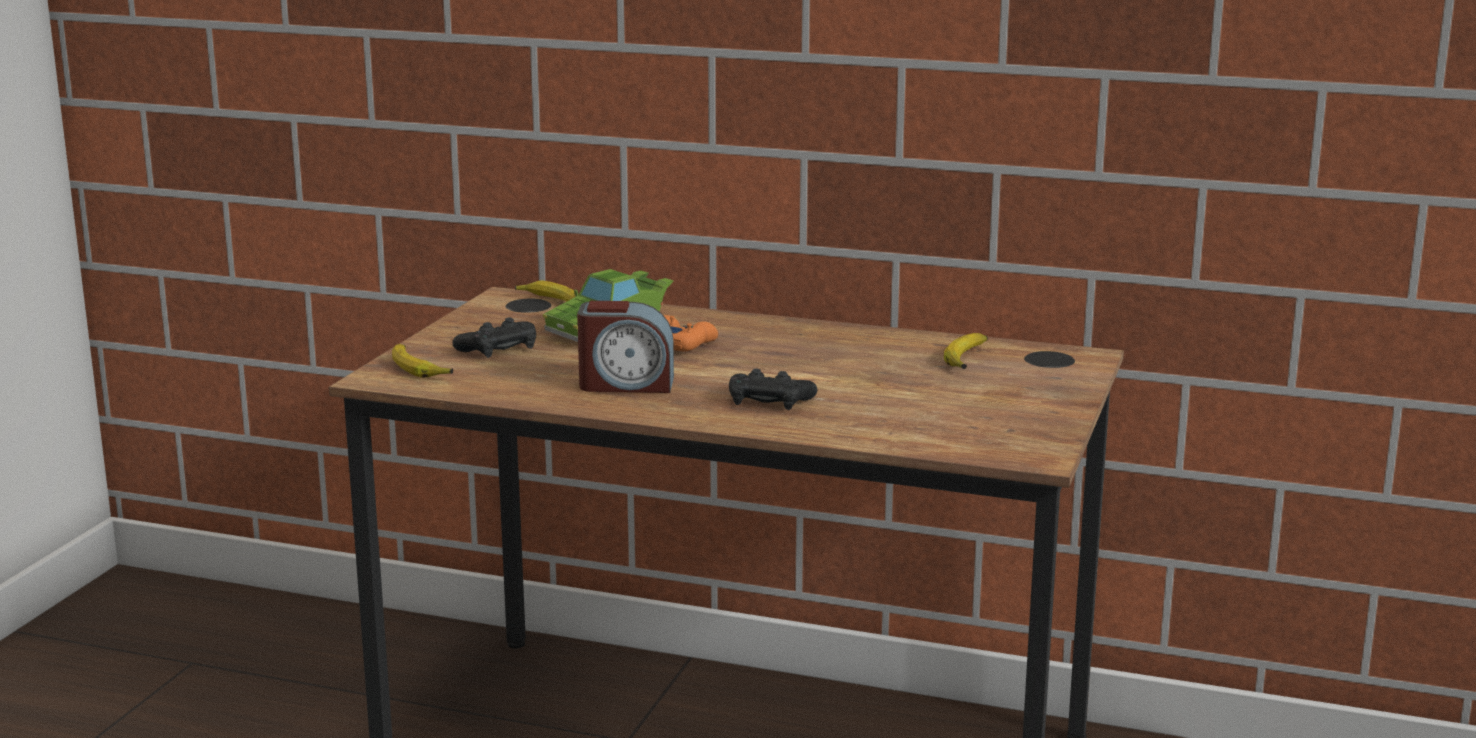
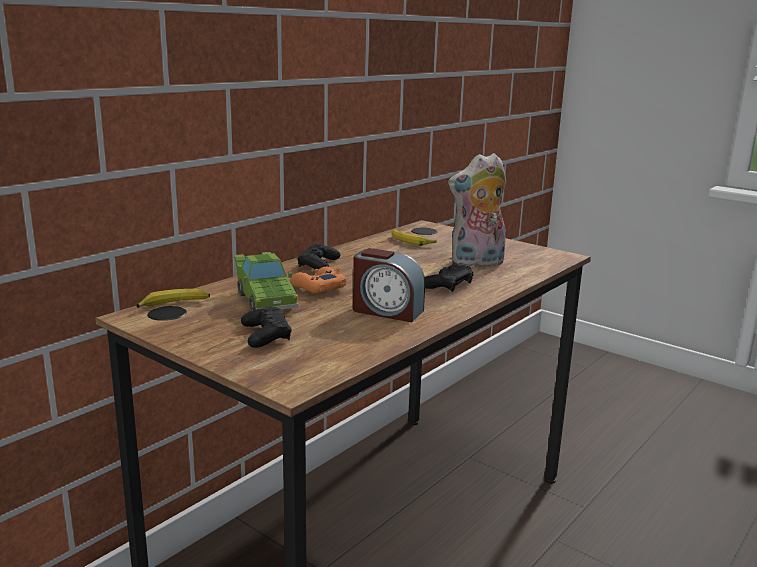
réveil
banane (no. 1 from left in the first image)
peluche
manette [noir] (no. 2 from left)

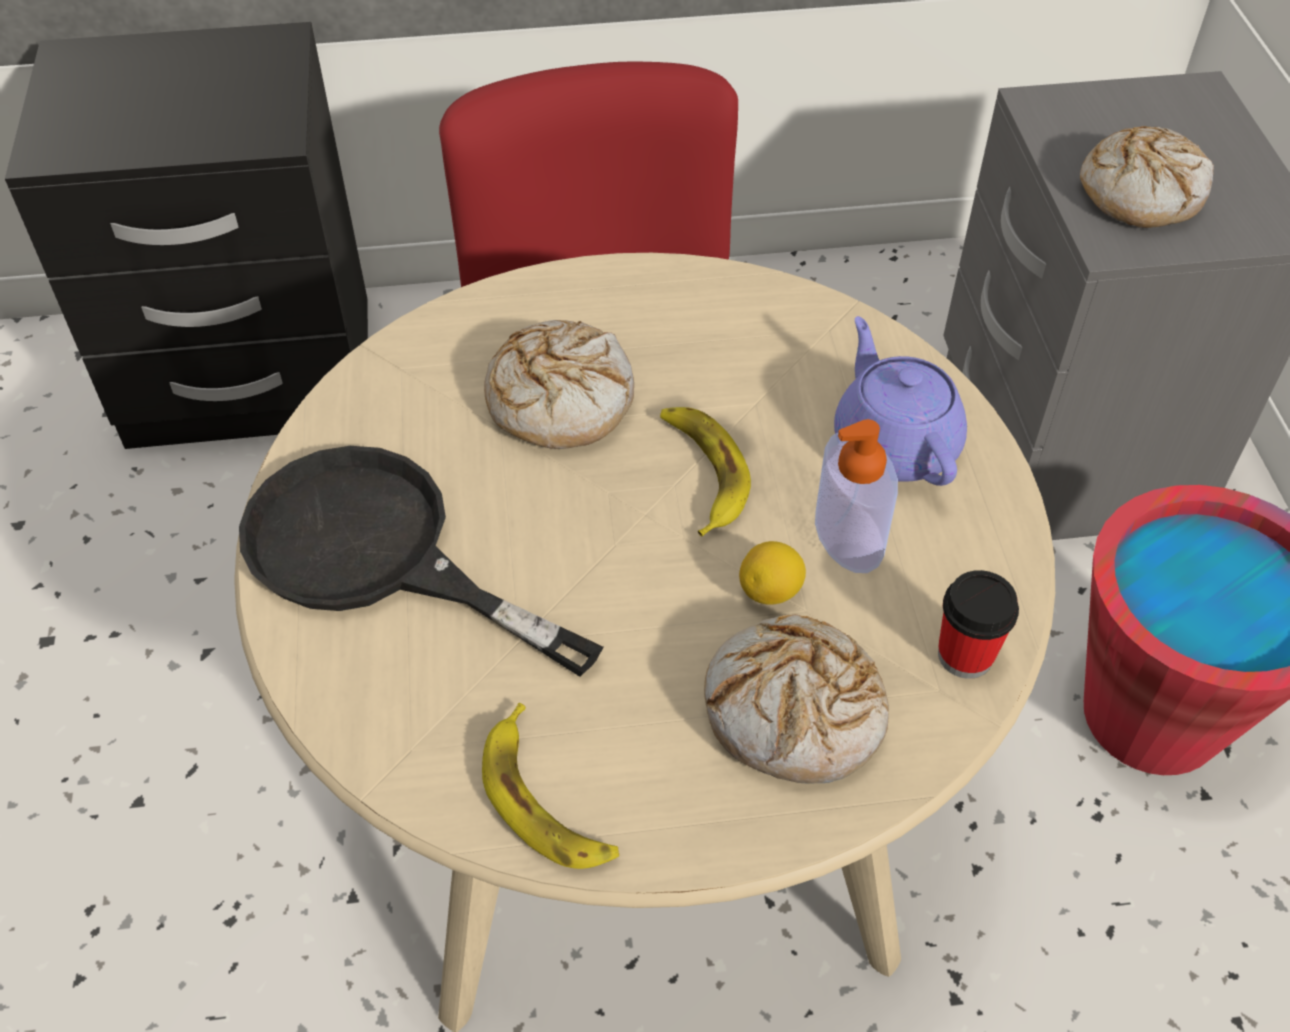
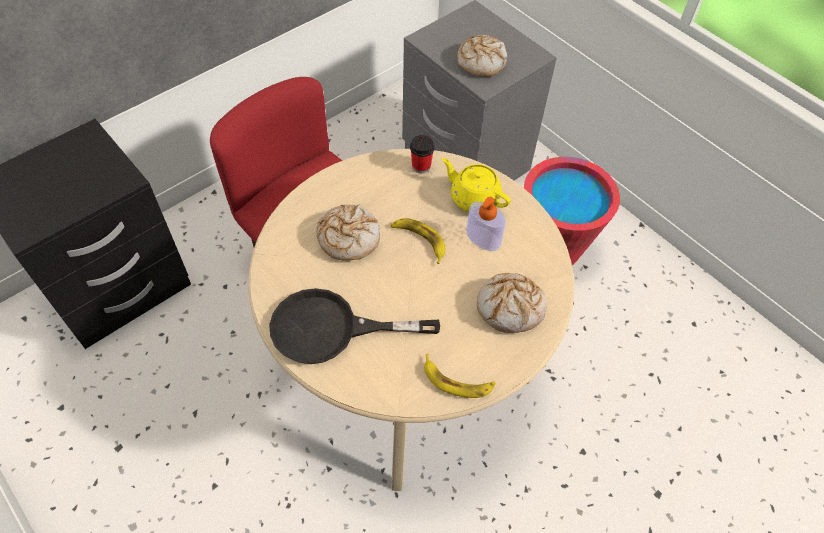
théière [jaune]
citron
tasse

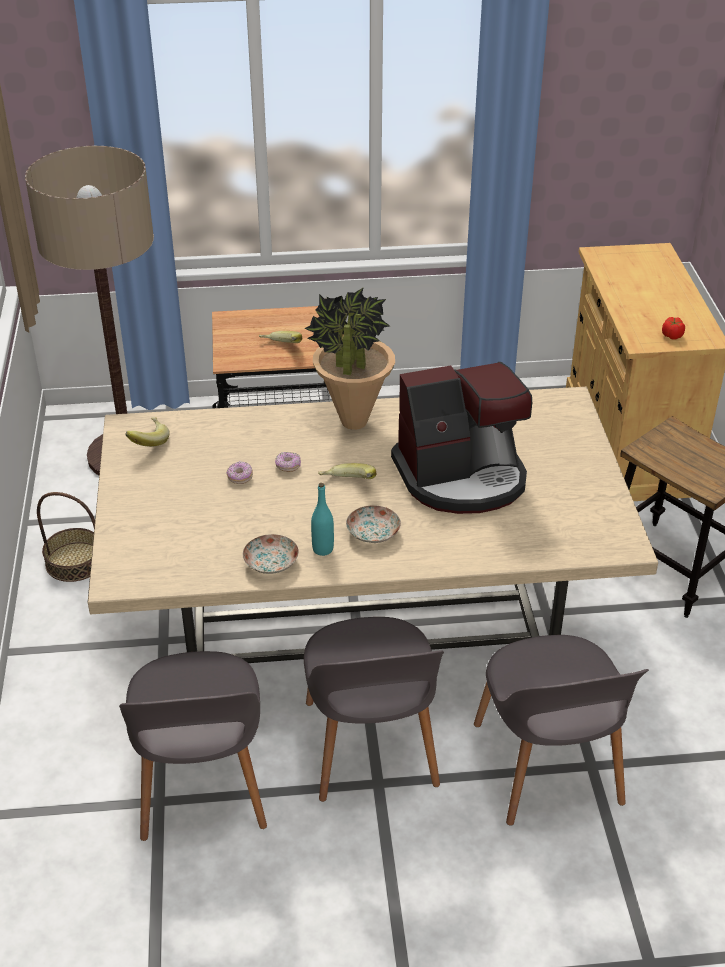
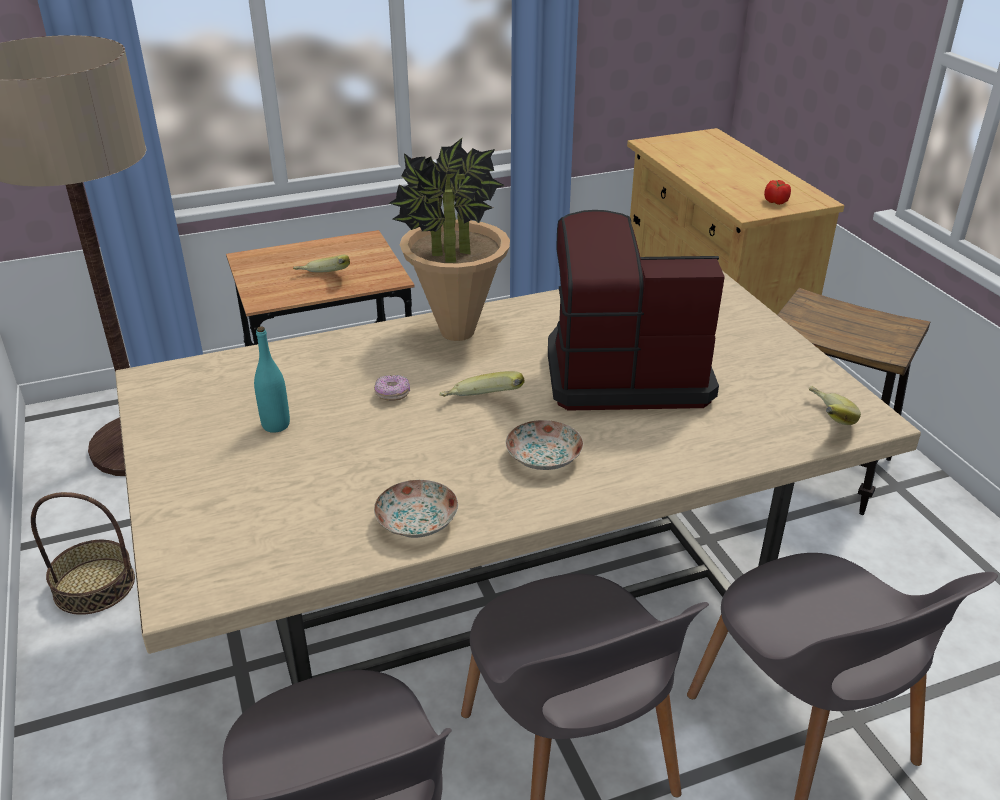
machine à café
banane (no. 3 from left)
beignet (no. 1 from left in the first image)
bouteille [turquoise]

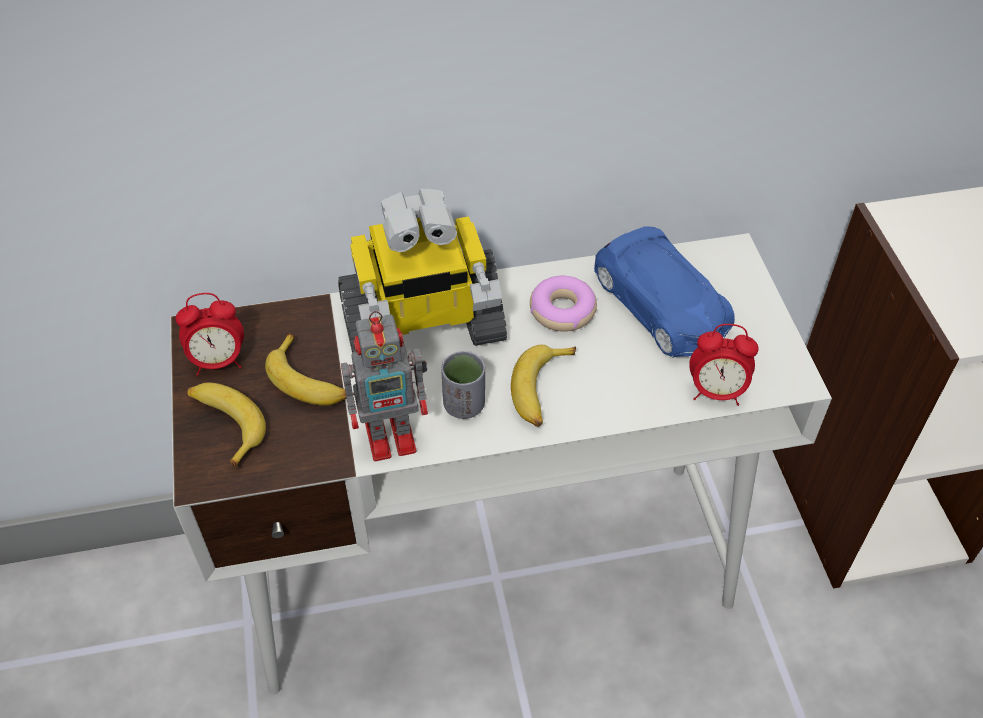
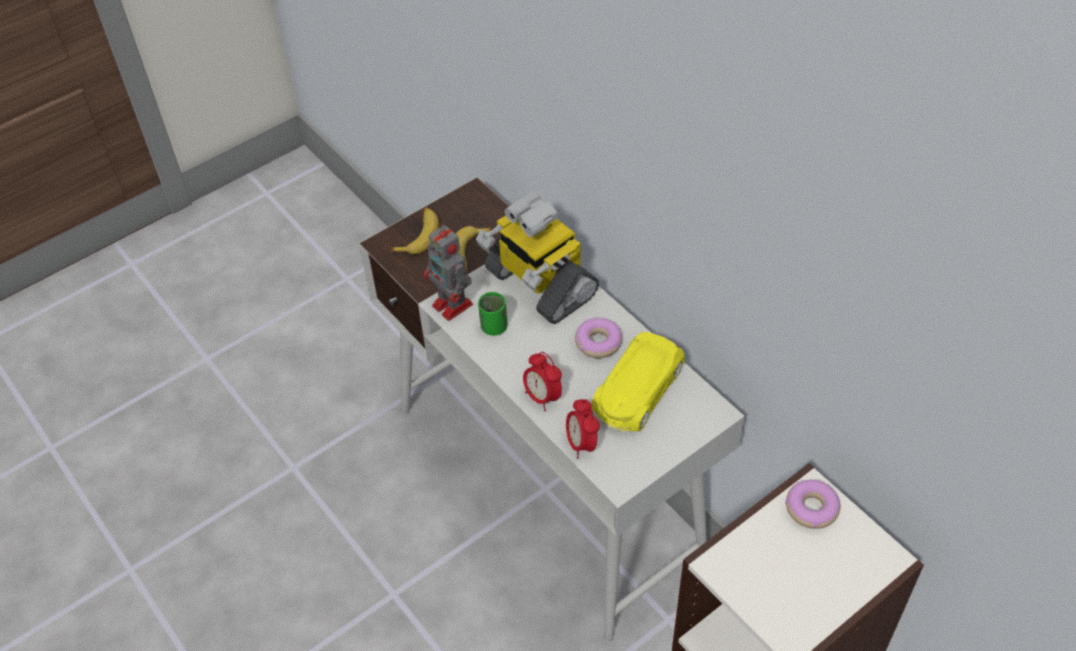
petite voiture [jaune]
réveil (no. 1 from left)
banane (no. 3 from left in the first image)
tasse [vert]
beignet (no. 2 from left)

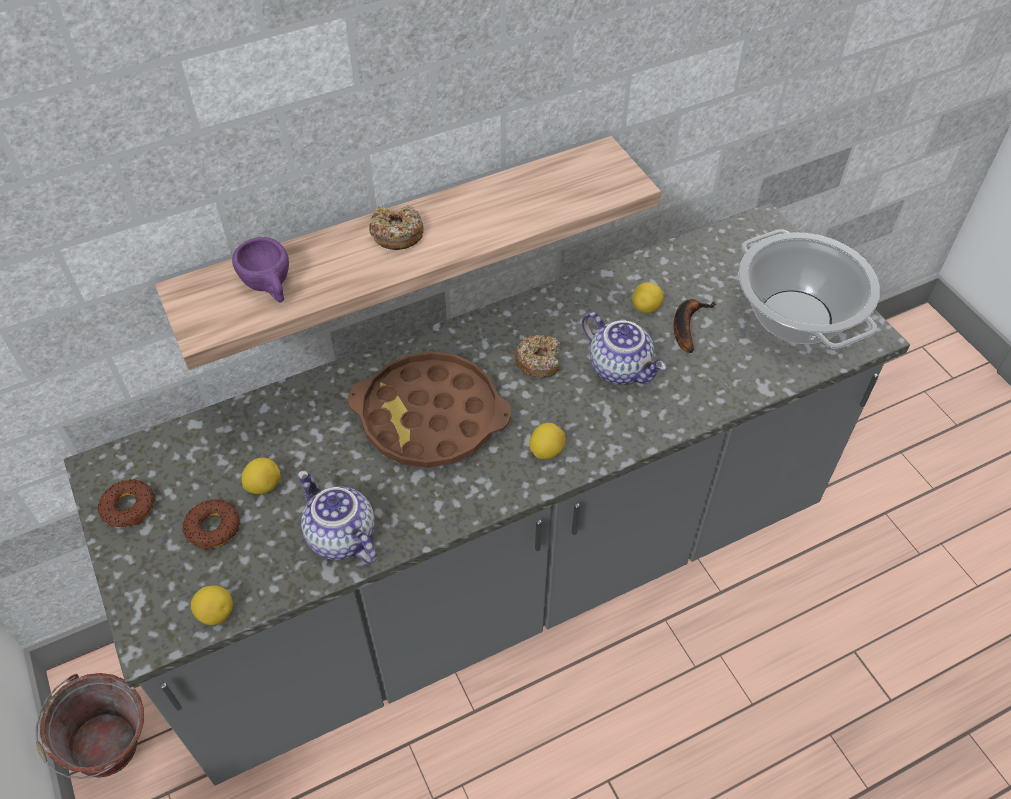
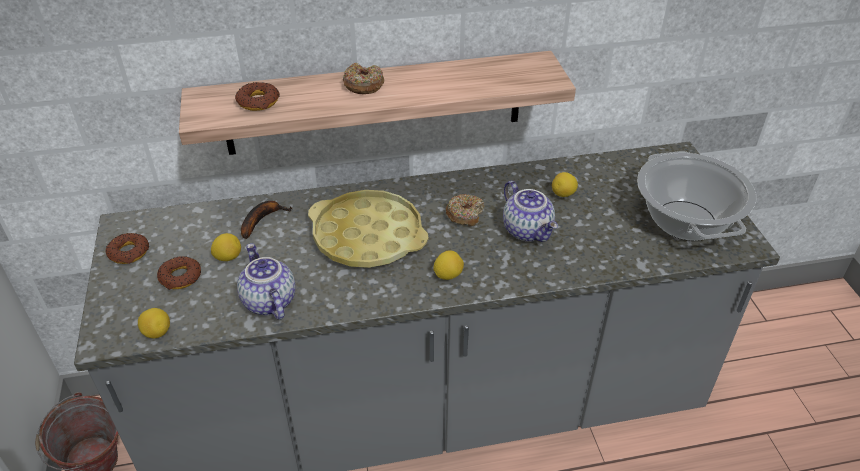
beignet (no. 3 from left)
banane
plateau [jaune]

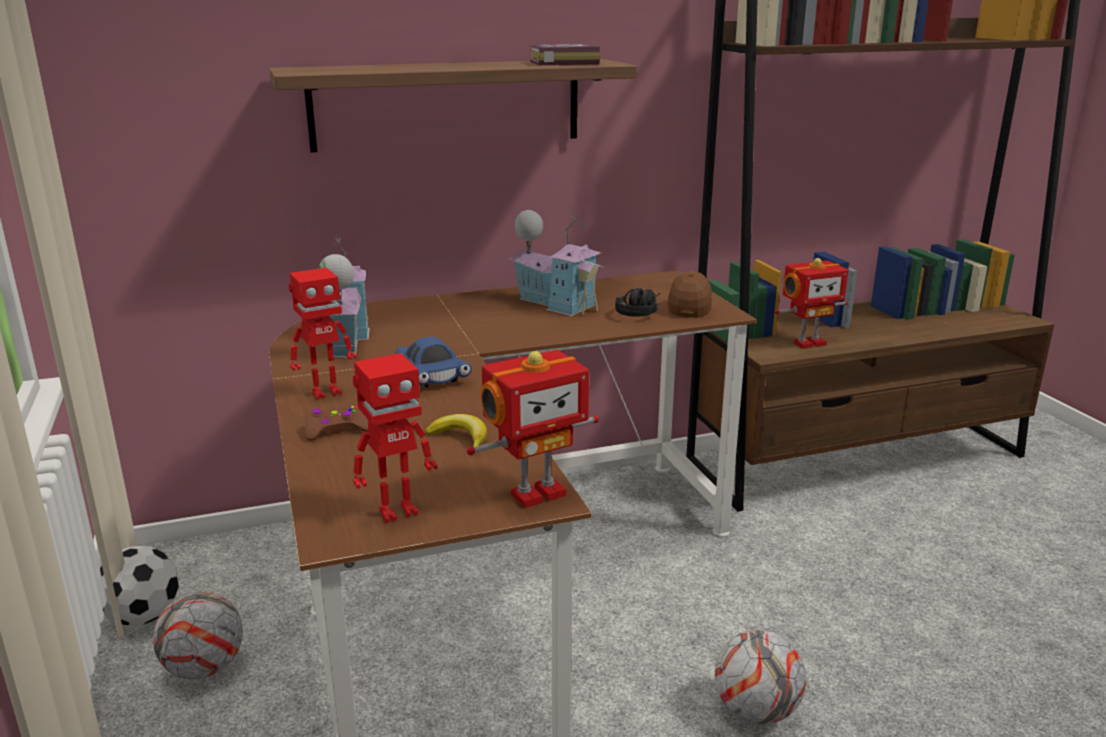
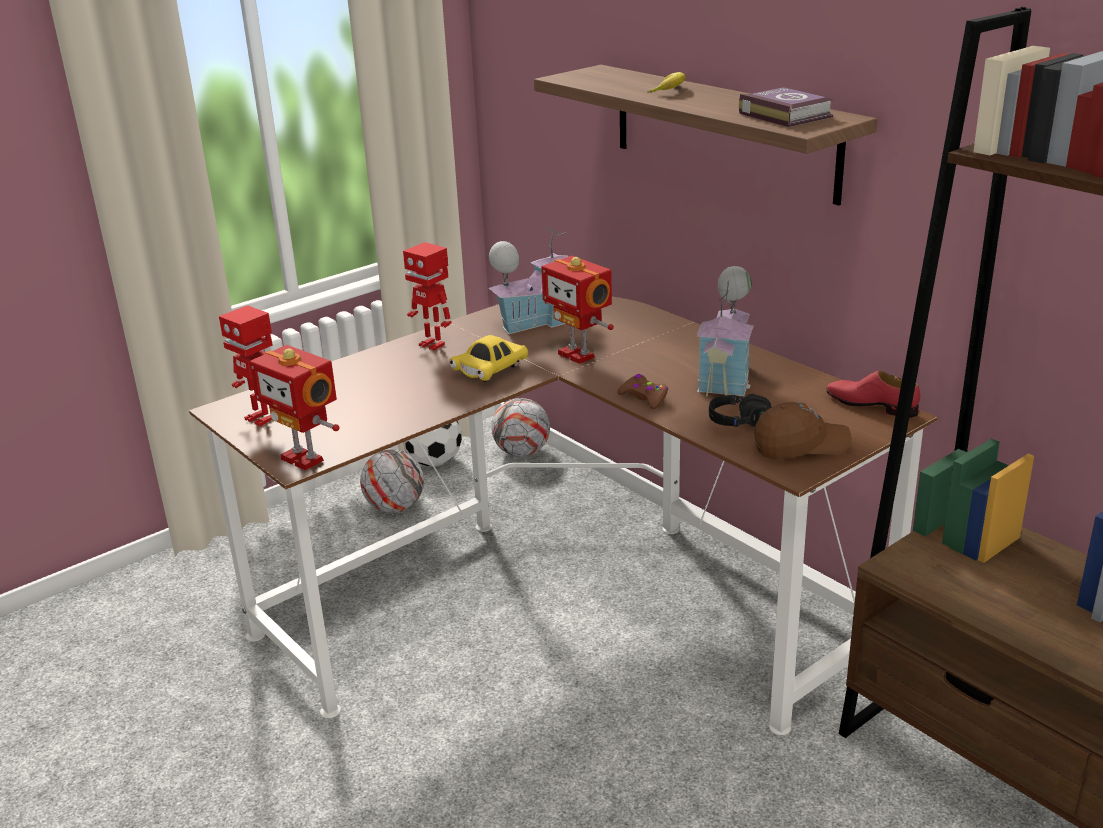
robot jouet (no. 4 from left)
petite voiture [jaune]
manette [marron]
banane
ballon de foot (no. 3 from left)
chaussure [rouge]

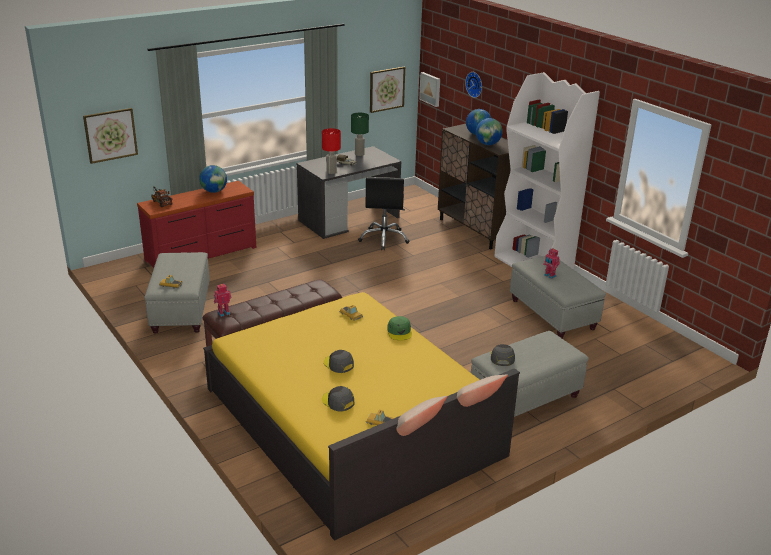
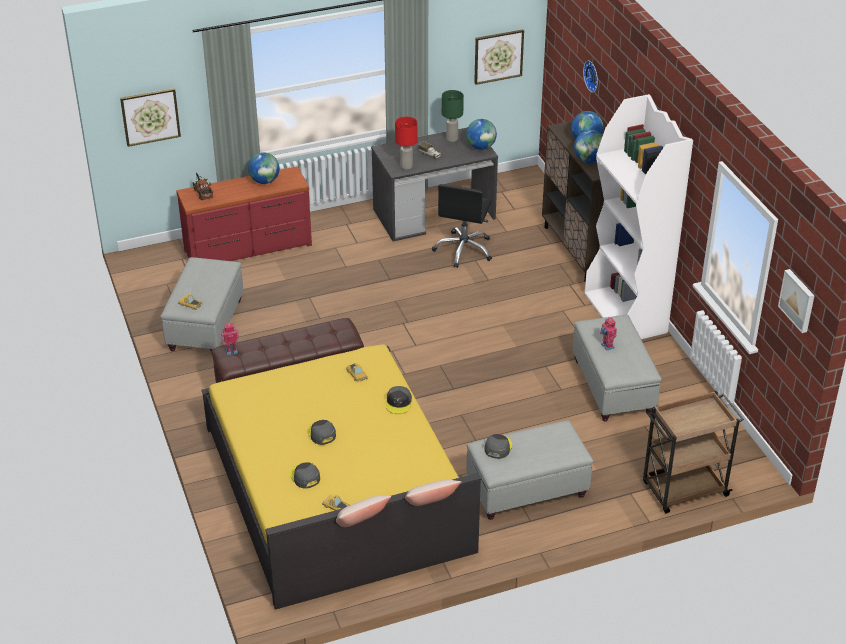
tableau (no. 3 from left)
casquette [gris] (no. 3 from left)
globe (no. 2 from left)
chariot [marron]

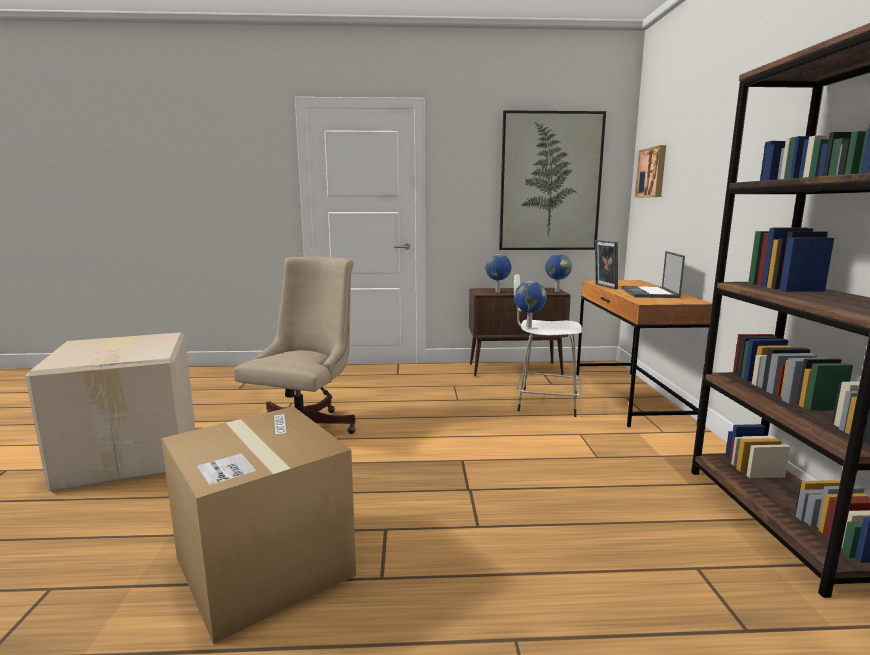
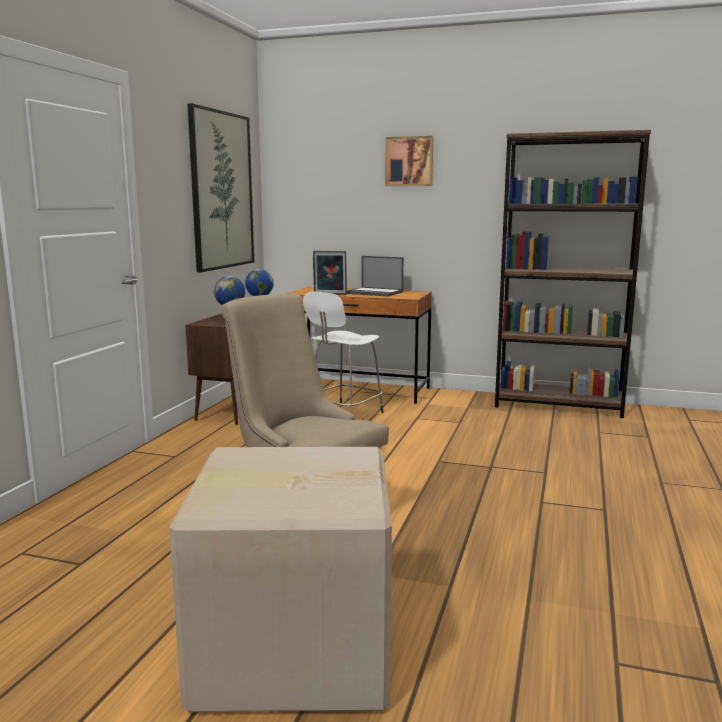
tableau (no. 2 from left)
globe (no. 2 from left in the first image)
carton (no. 2 from left in the first image)

